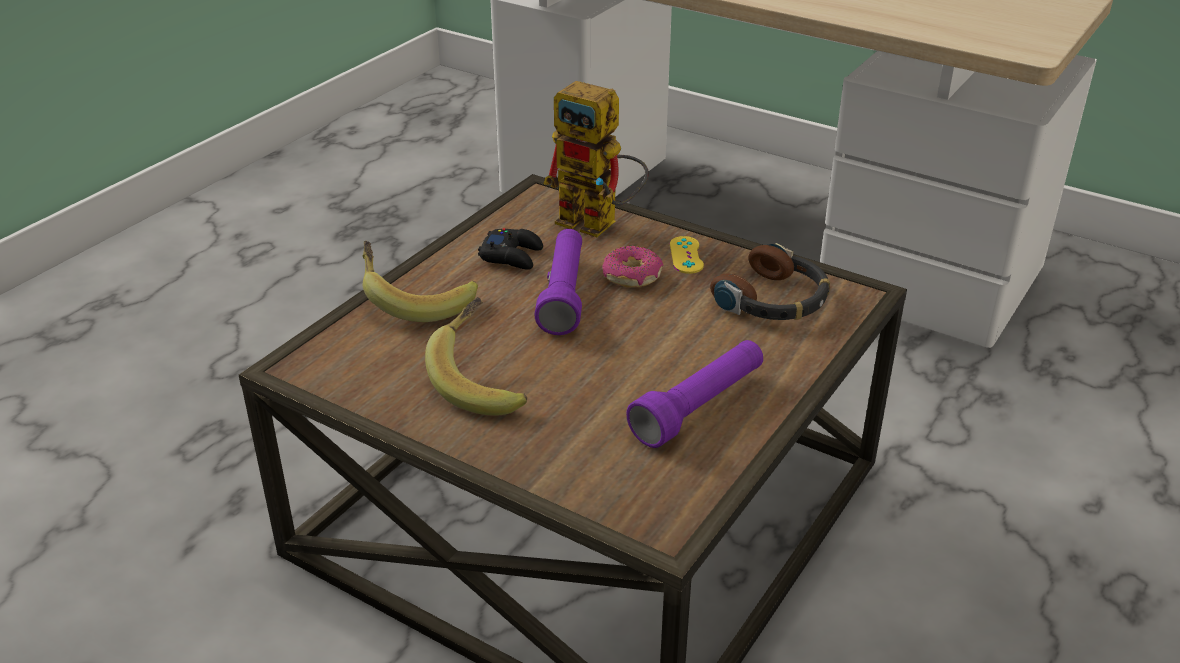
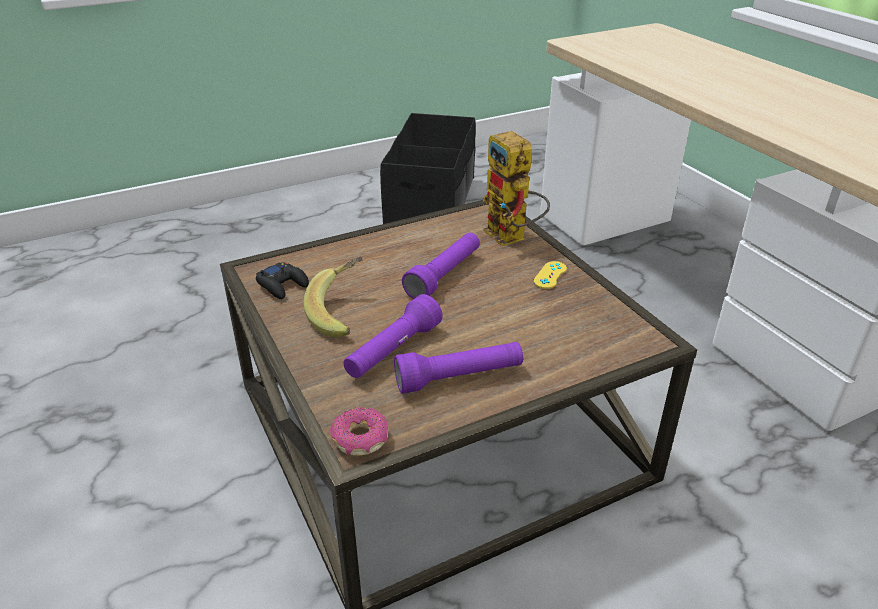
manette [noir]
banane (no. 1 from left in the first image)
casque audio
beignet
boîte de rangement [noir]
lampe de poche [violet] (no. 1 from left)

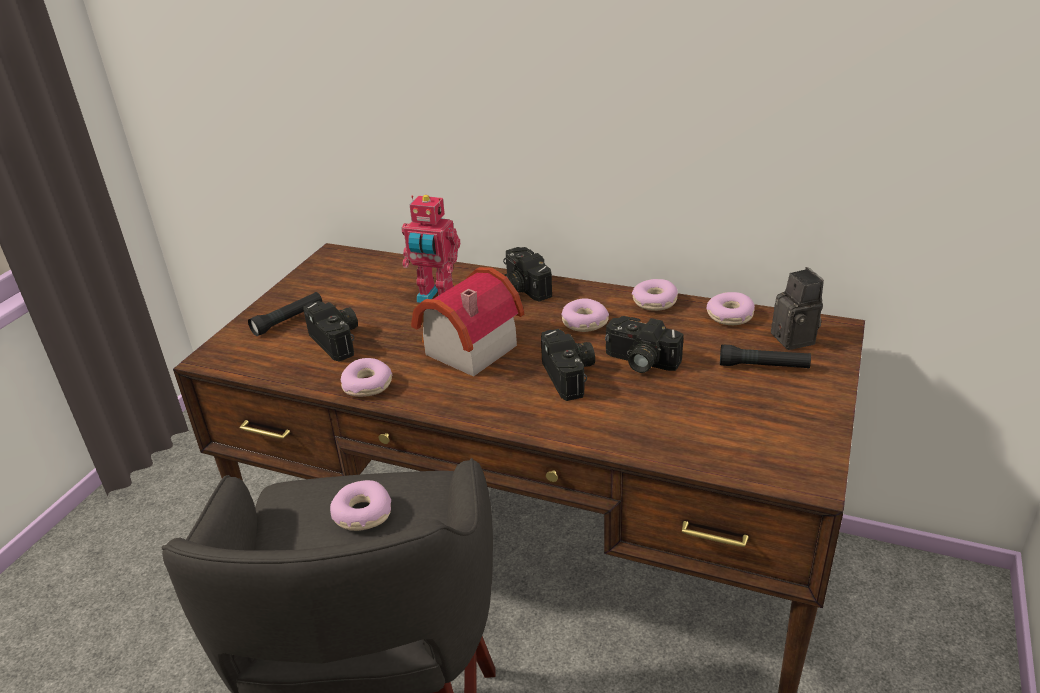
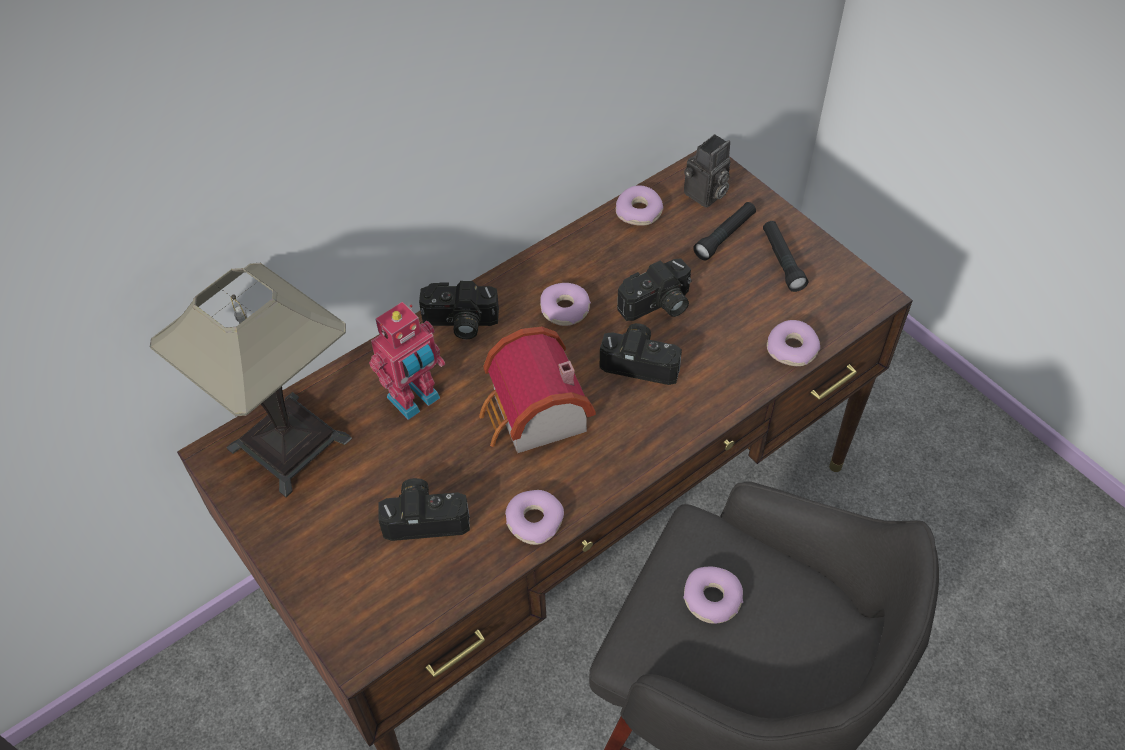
appareil photo (no. 5 from left)
beignet (no. 5 from left)
lampe de poche [noir] (no. 2 from left)
lampe de table

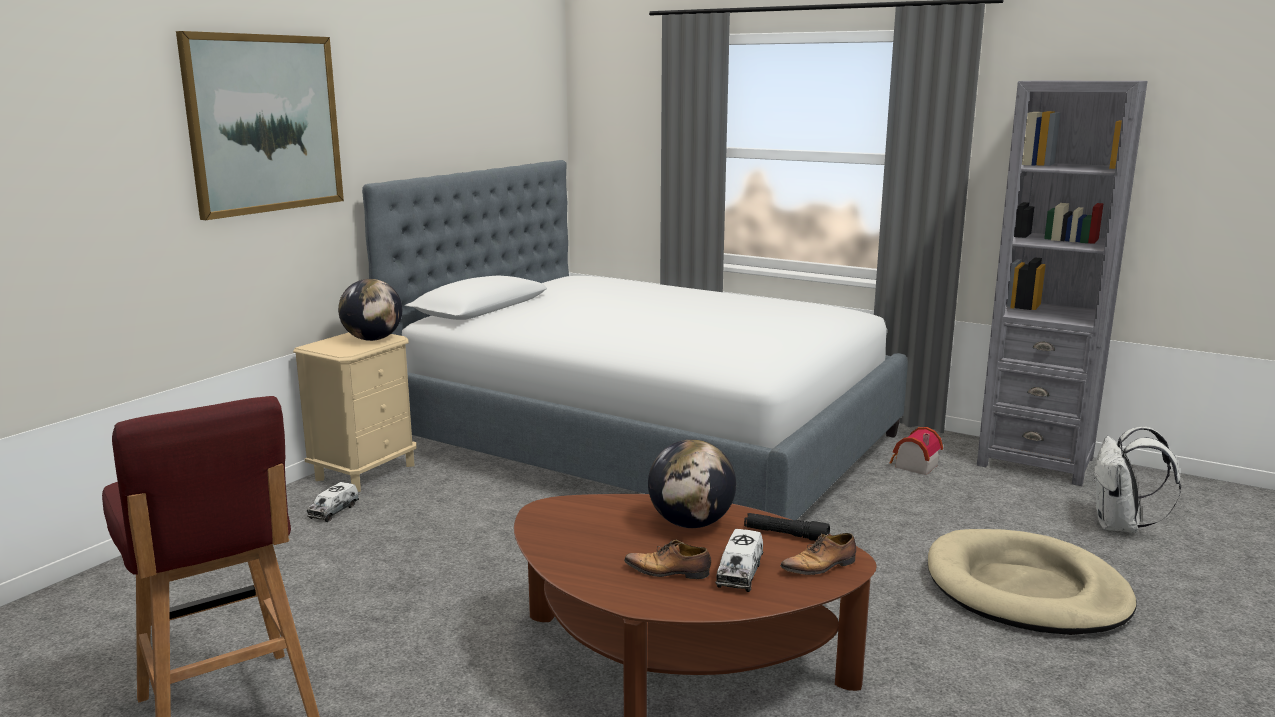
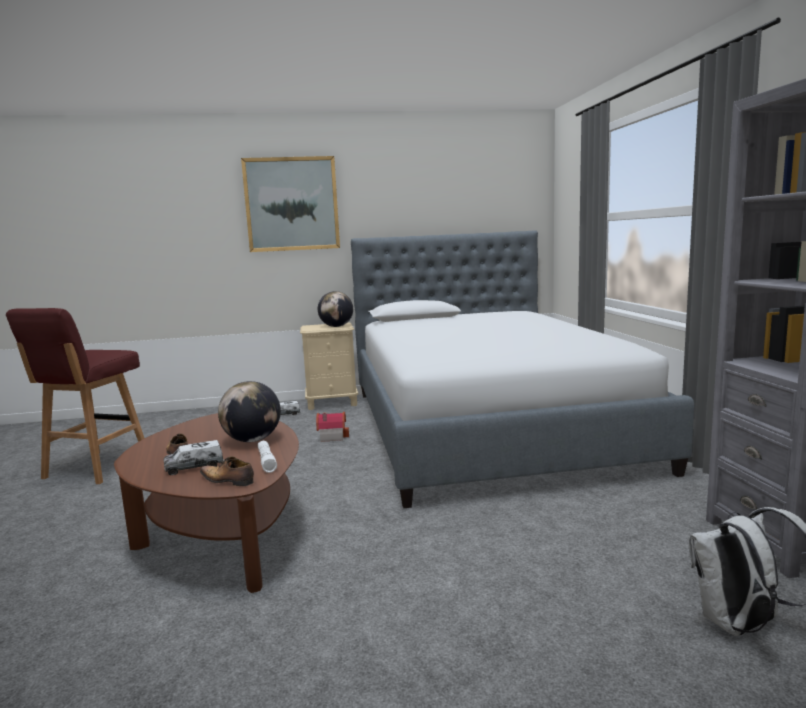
maison miniature
lampe de poche [blanc]
panier pour chien [beige]

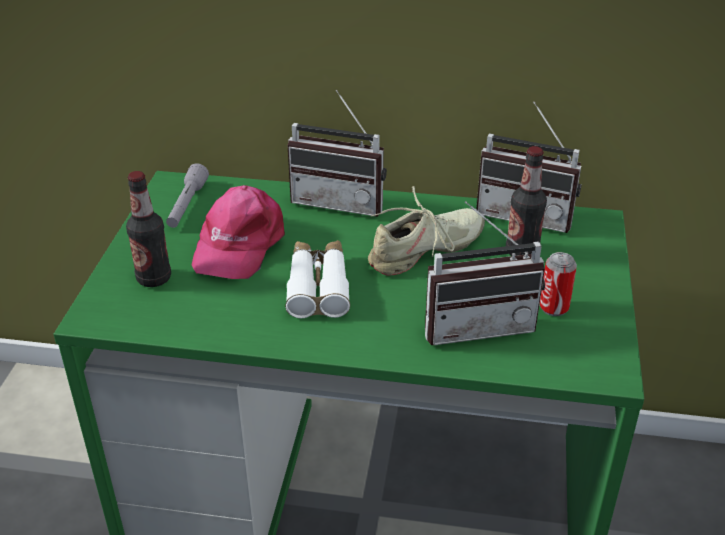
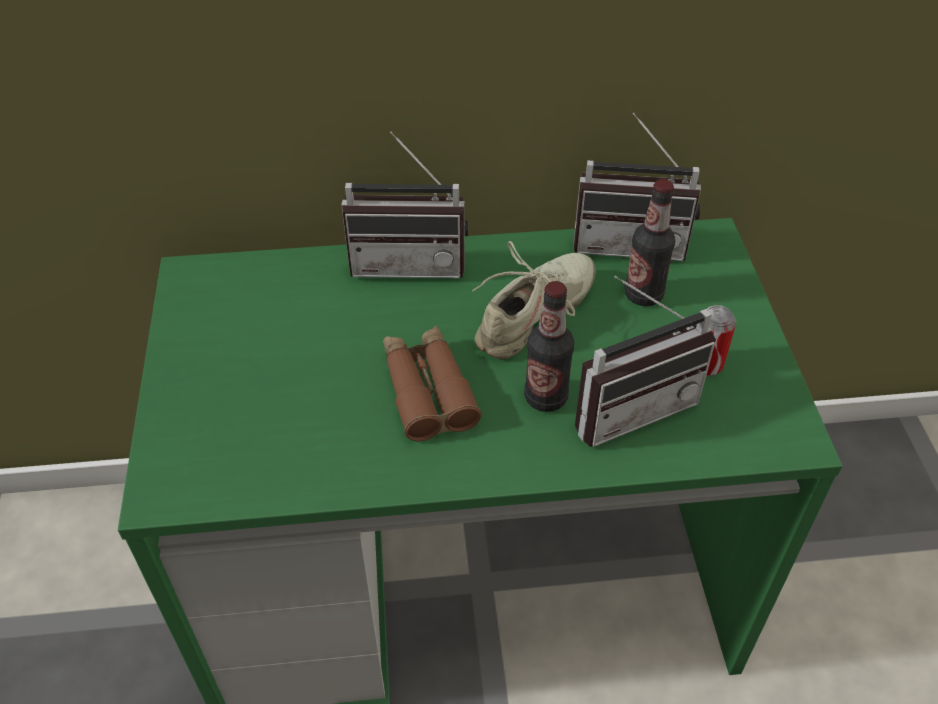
lampe de poche [gris]
bouteille (no. 1 from left)
casquette [rose]
jumelles [marron]

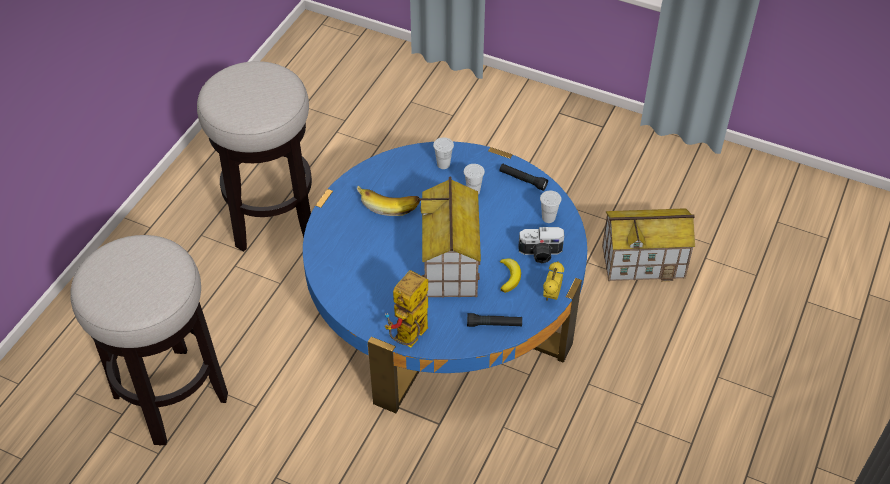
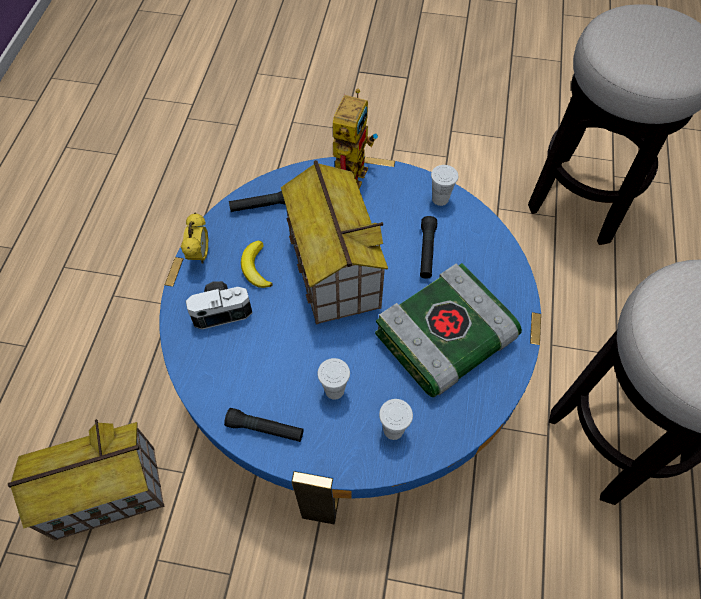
livre
tasse [blanc] (no. 3 from left)
lampe de poche [noir] (no. 3 from left)

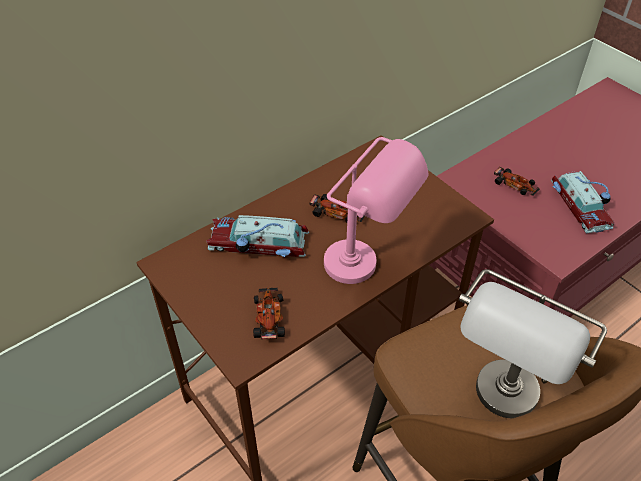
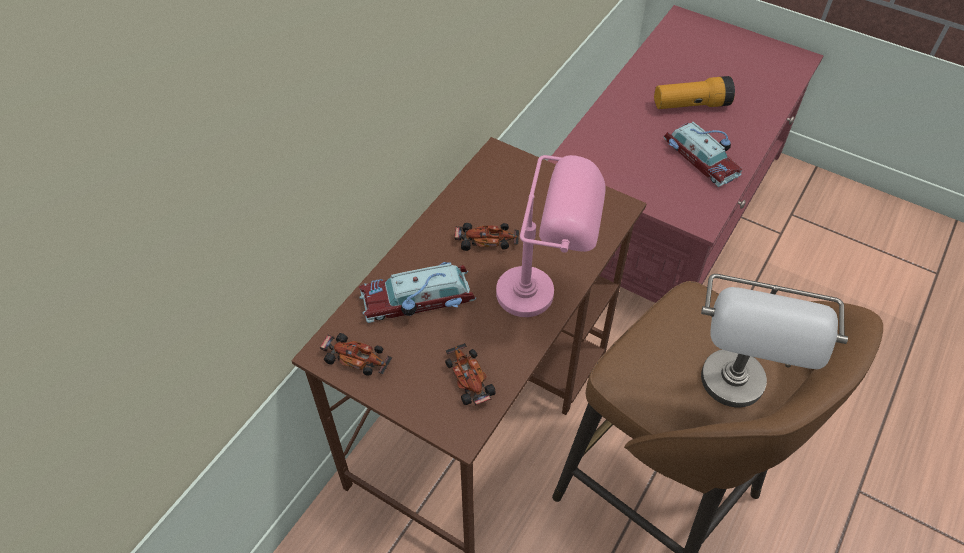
petite voiture (no. 1 from left)
lampe de poche

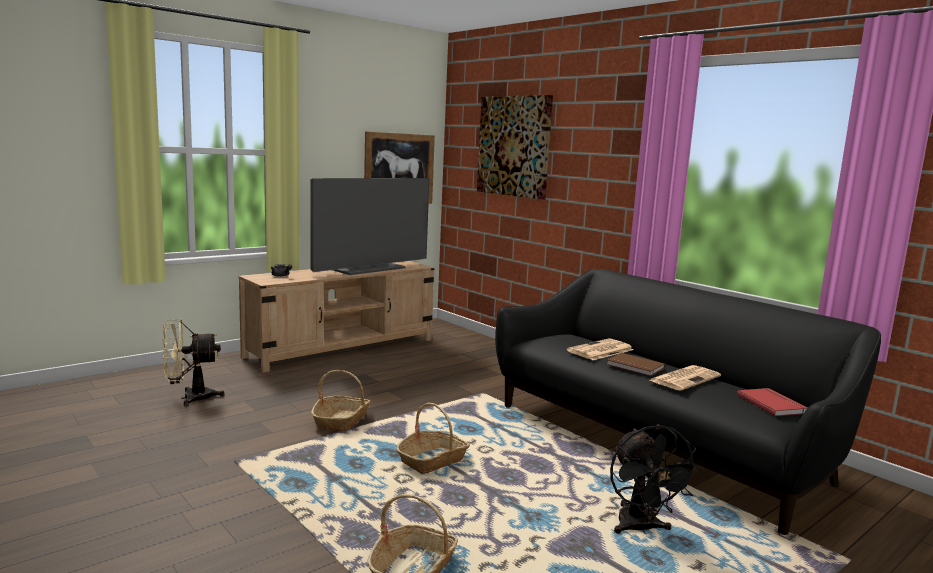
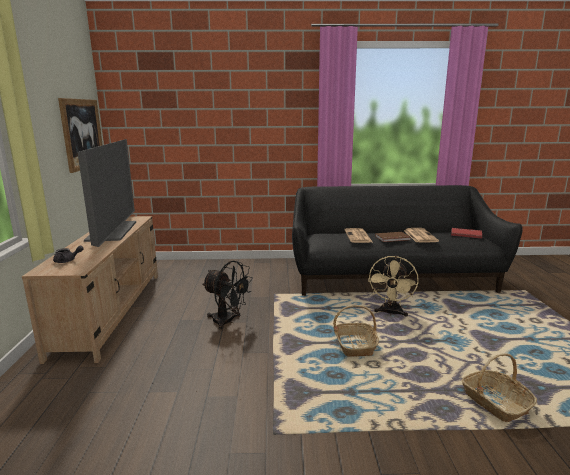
tableau (no. 2 from left in the first image)
ventilateur [beige]
panier (no. 1 from left in the first image)
ventilateur [noir]

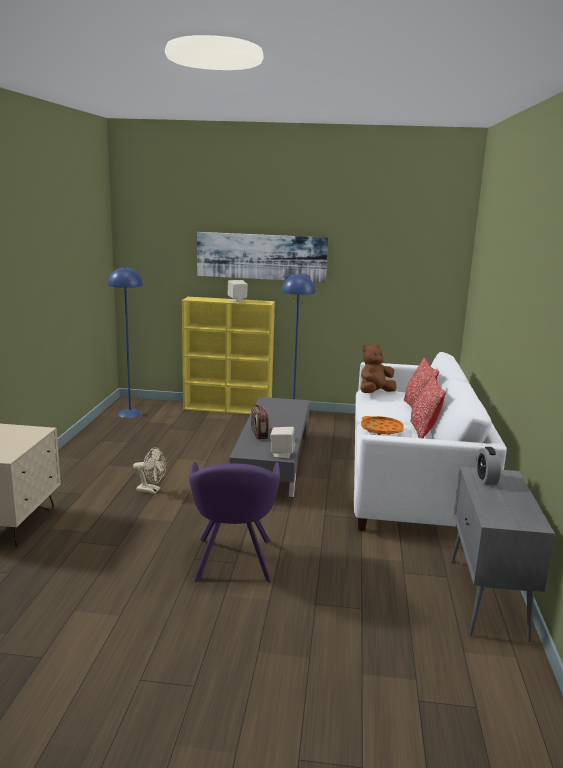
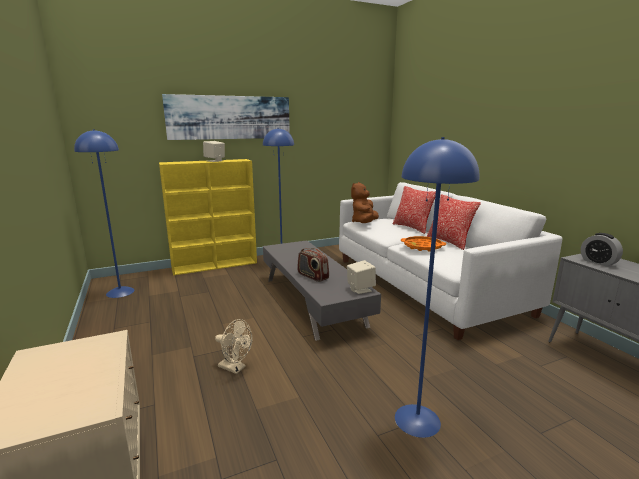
ventilateur [beige]
lampadaire [bleu] (no. 3 from left)

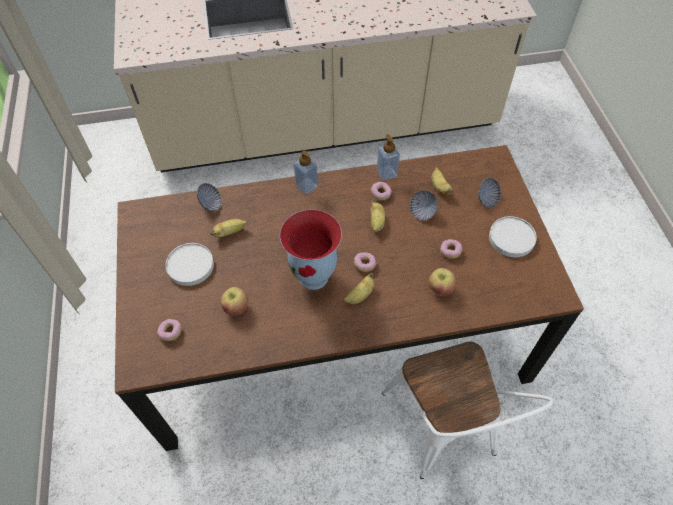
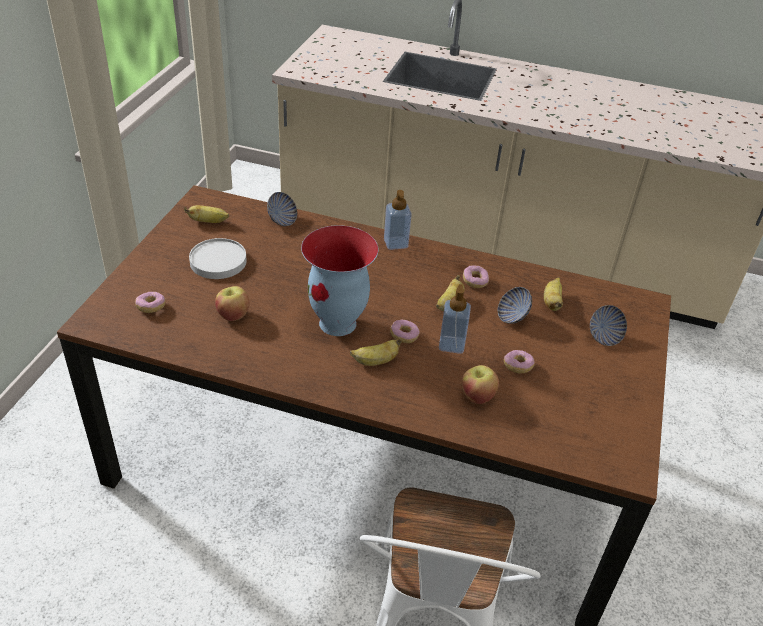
distributeur de savon (no. 2 from left)
assiette [blanc] (no. 2 from left in the first image)
banane (no. 1 from left)

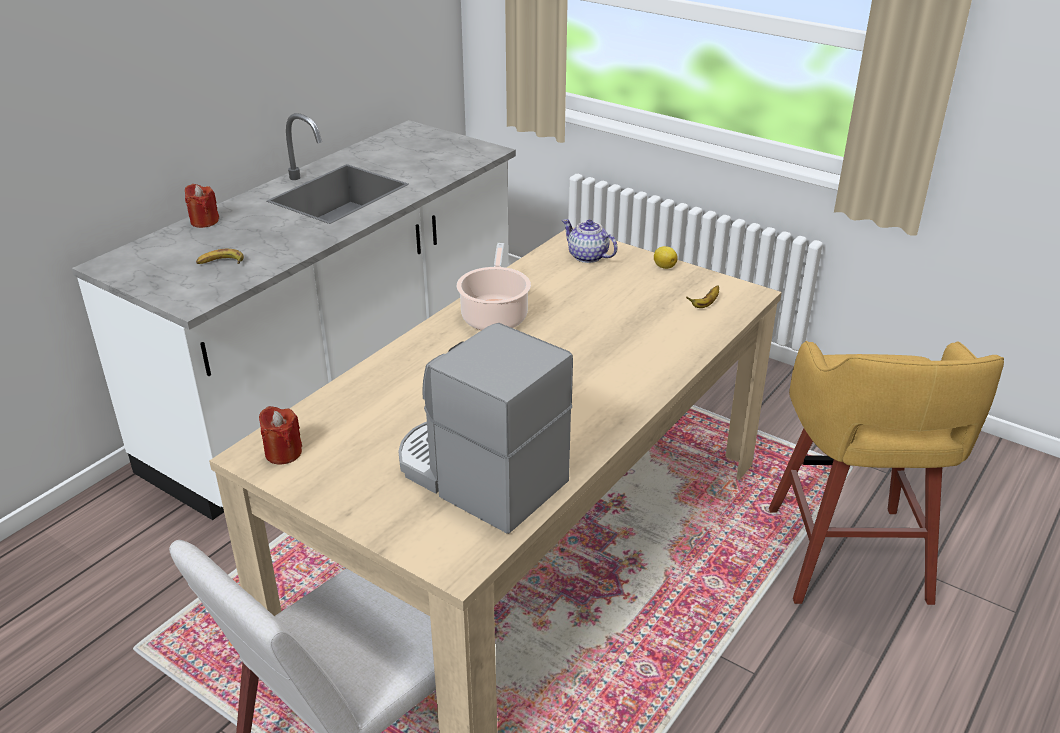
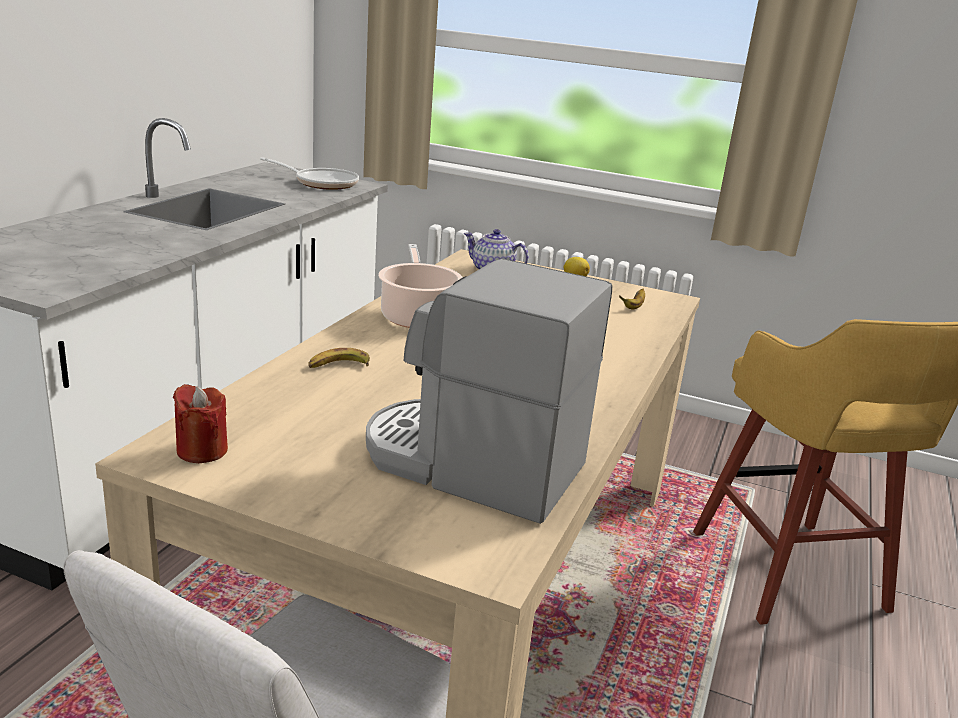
bougie [rouge] (no. 1 from left in the first image)
banane (no. 1 from left)
poêle

